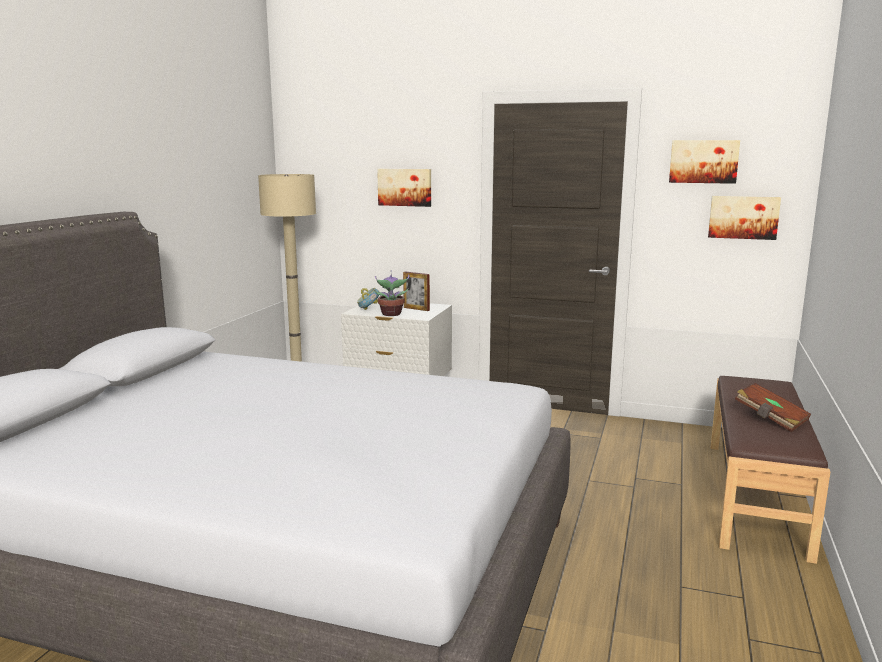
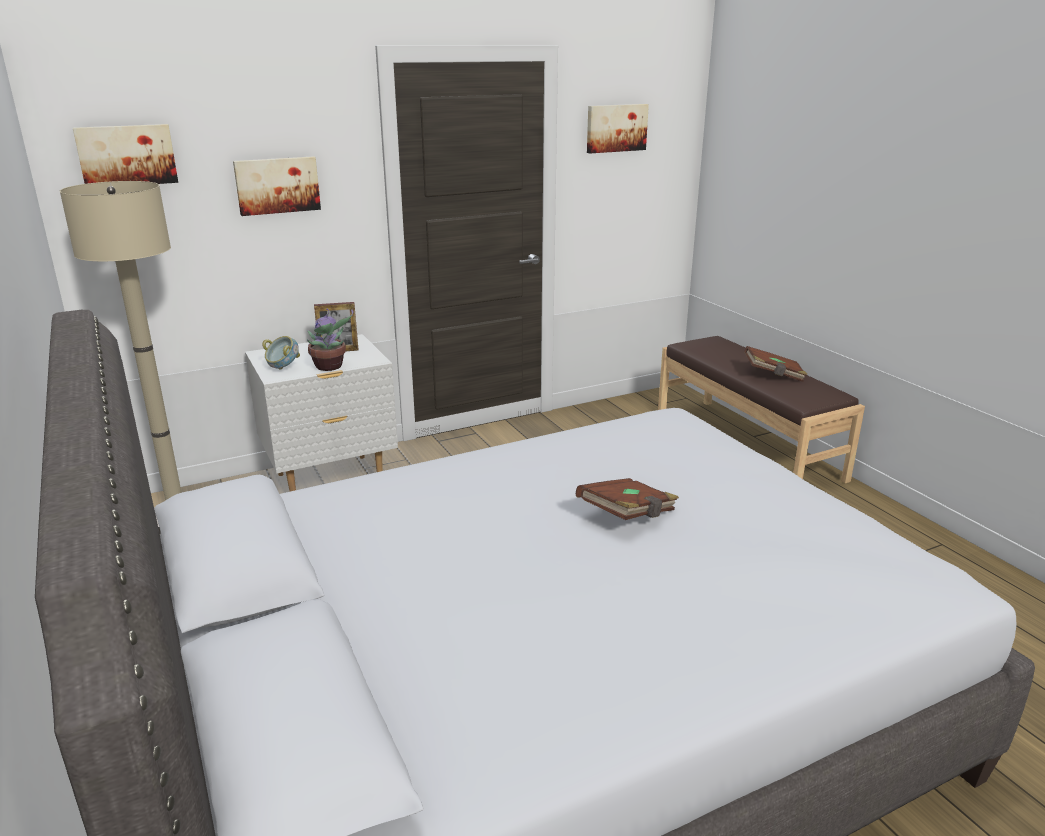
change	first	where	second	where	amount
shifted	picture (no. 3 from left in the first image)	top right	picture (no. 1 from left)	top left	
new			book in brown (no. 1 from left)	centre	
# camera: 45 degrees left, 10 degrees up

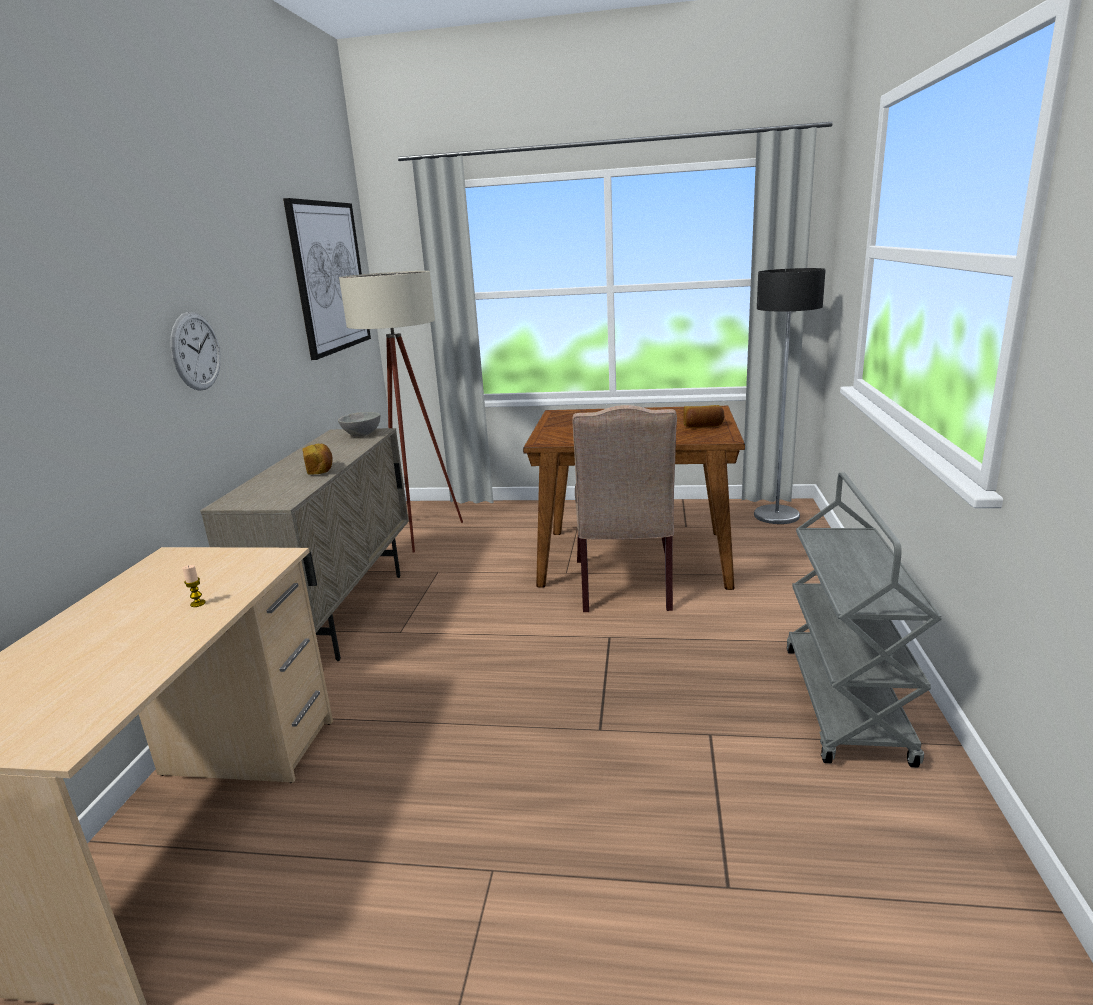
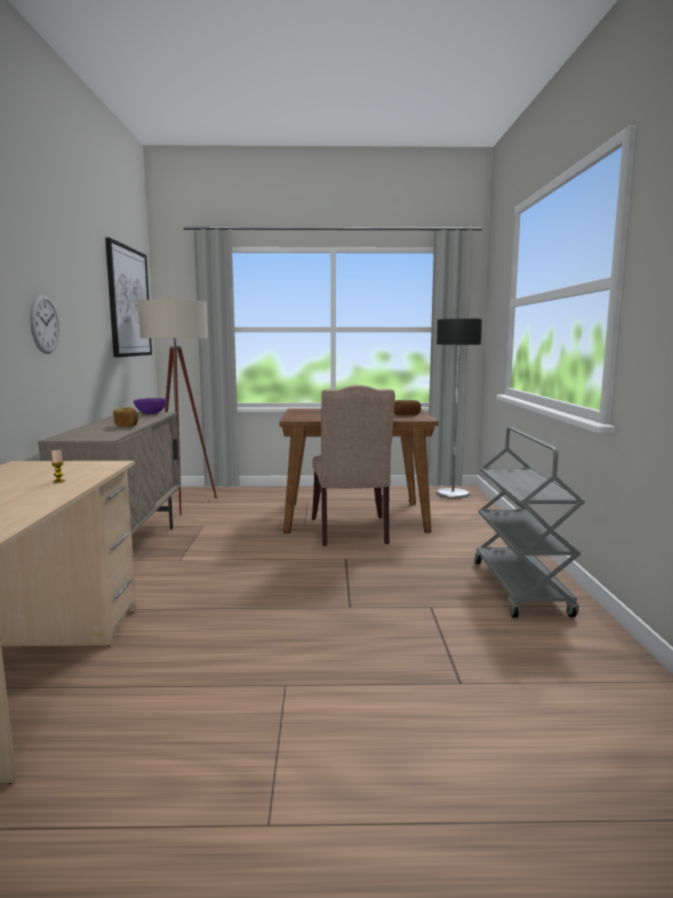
change	first	where	second	where	amount
repainted	bowl in grey	middle left	bowl in purple	middle left	
# camera: 10 degrees left, 10 degrees down

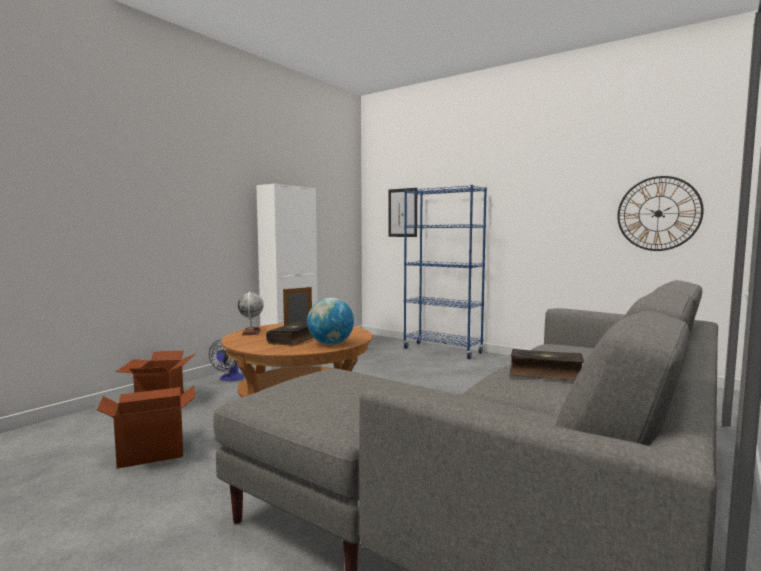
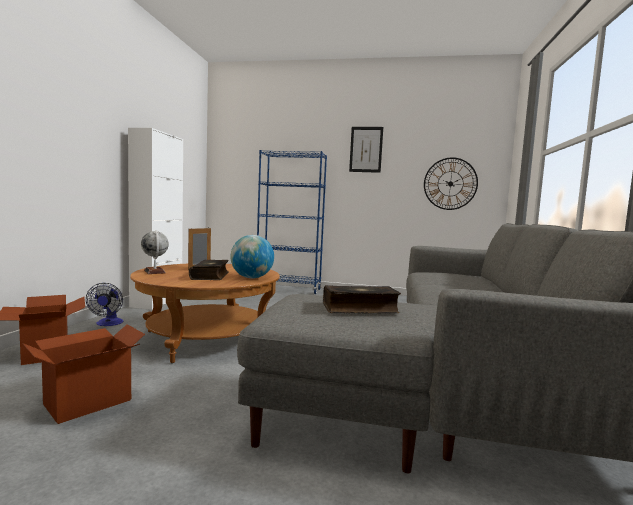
change	first	where	second	where	amount
shifted	picture	centre		top centre	
shifted	book (no. 2 from left)	middle right		centre	
# camera: 25 degrees left, 0 degrees up

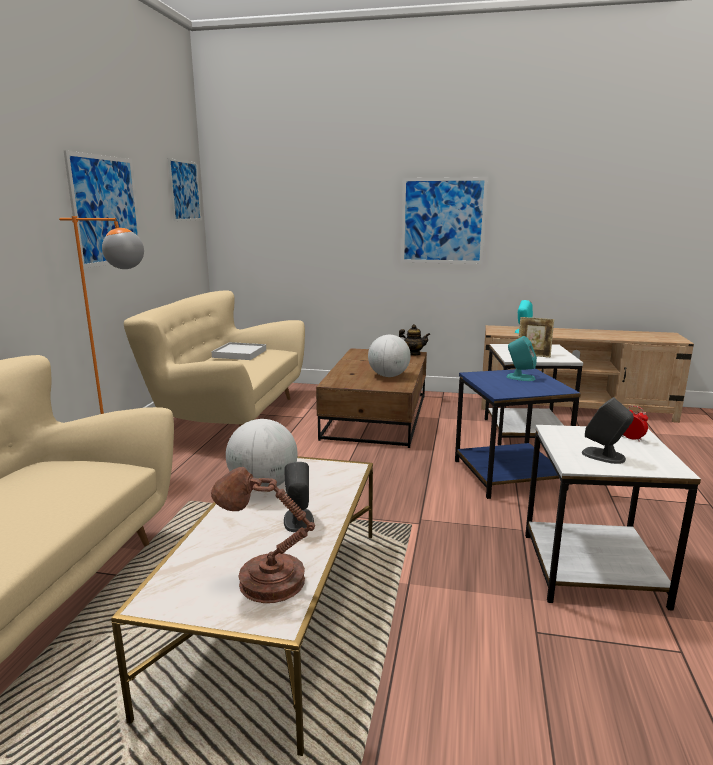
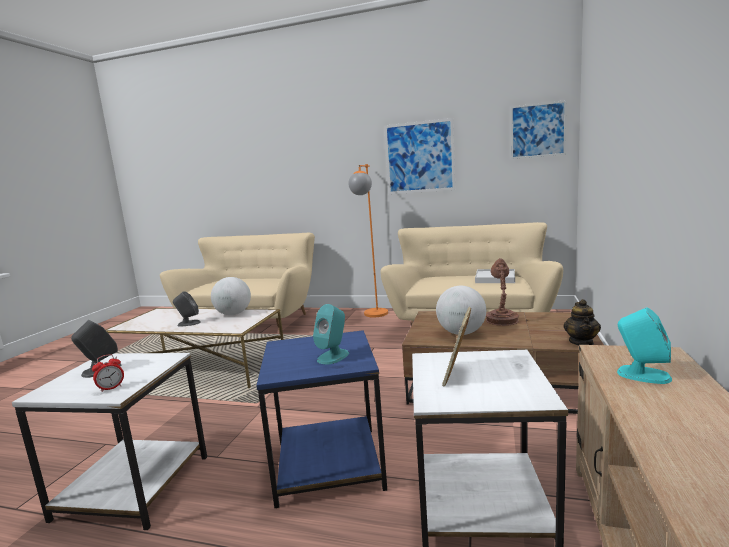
change	first	where	second	where	amount
gone	picture (no. 3 from left)	top centre			
shifted	table lamp in brown	bottom centre		middle right	
# camera: 95 degrees right, 5 degrees down

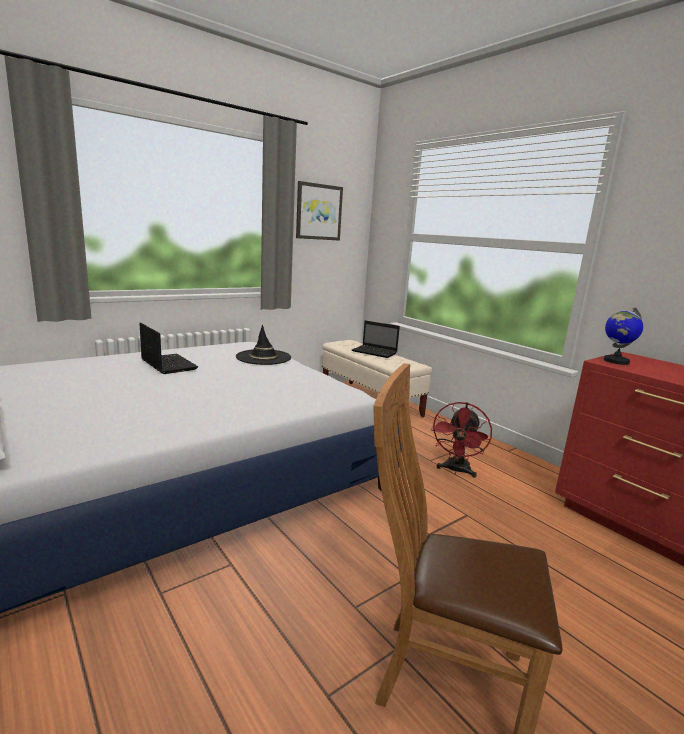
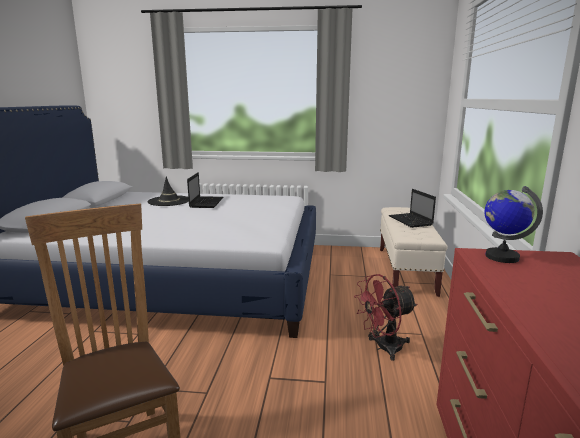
change	first	where	second	where	amount
gone	picture	top centre			
shifted	hat in black	centre		middle left	
# camera: 45 degrees right, 0 degrees up

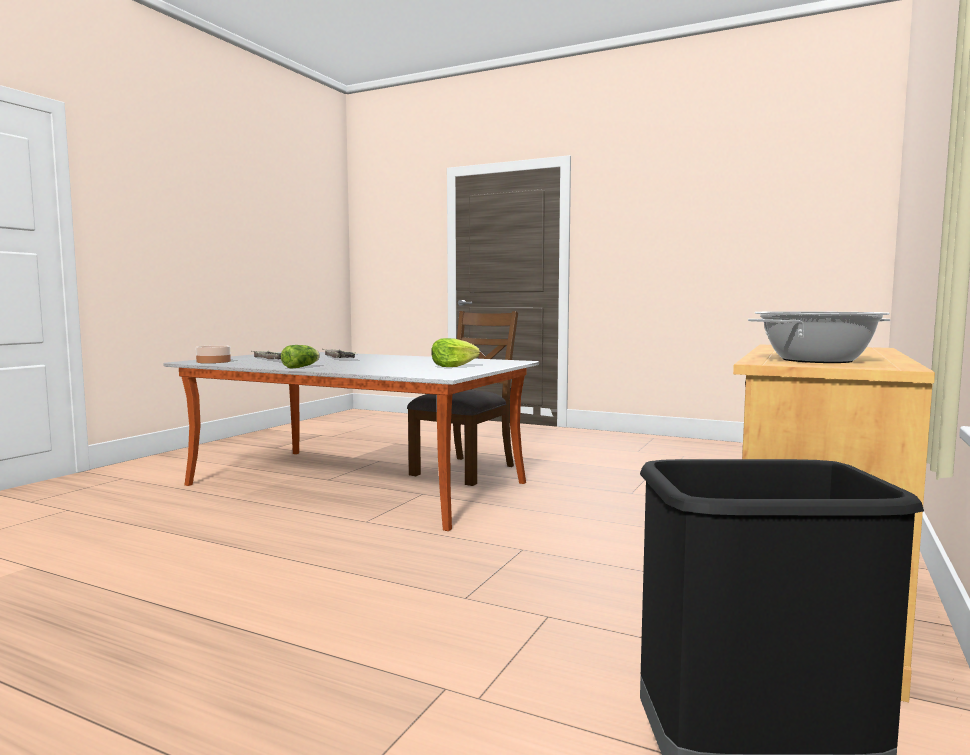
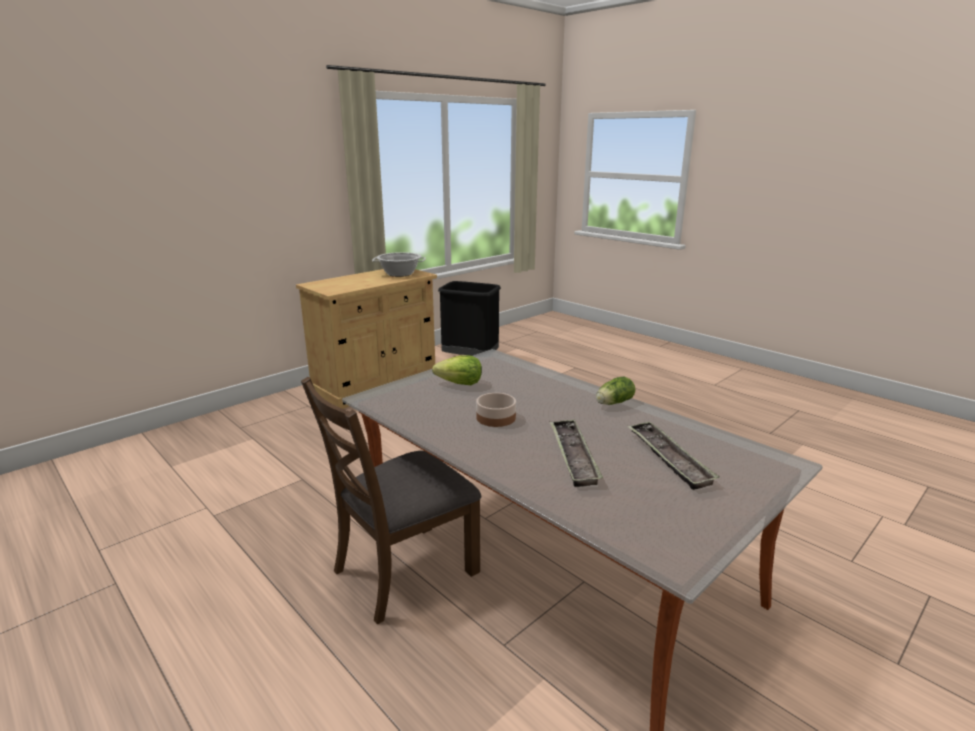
change	first	where	second	where	amount
shifted	bowl	middle left		centre	
# camera: 160 degrees left, 15 degrees up

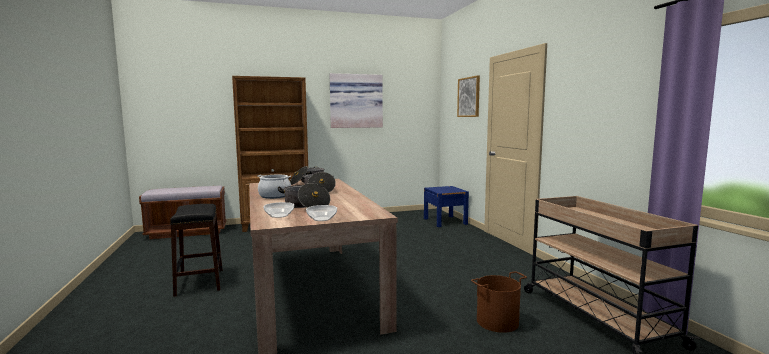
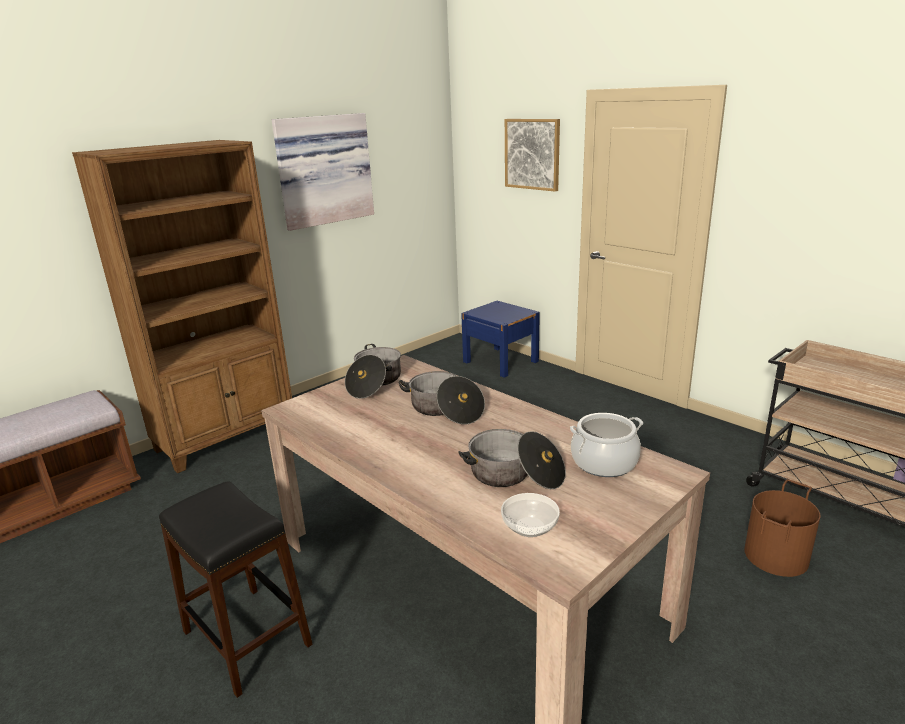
change	first	where	second	where	amount
shifted	cooking pot (no. 1 from left in the first image)	centre	cooking pot (no. 4 from left)	middle right	
gone	bowl (no. 2 from left)	centre			
# camera: 25 degrees left, 15 degrees up

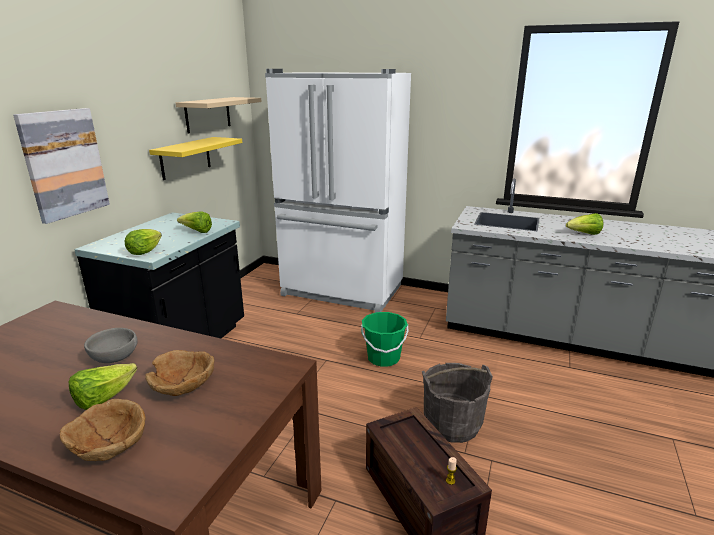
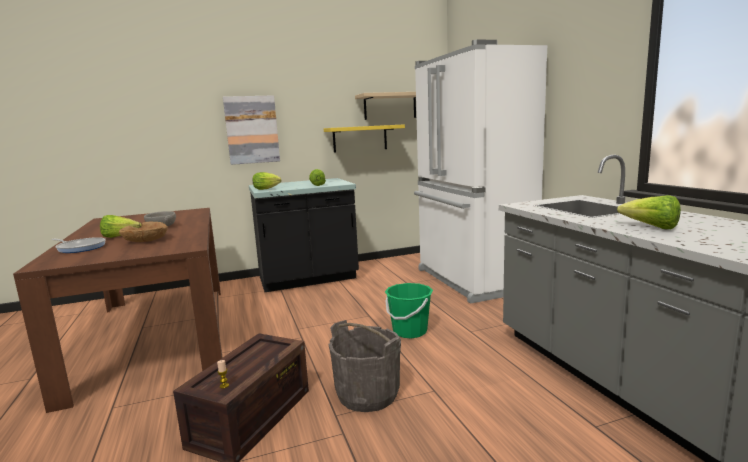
change	first	where	second	where	amount
swapped	bowl in brown (no. 1 from left)	bottom left	frying pan	middle left	
# camera: 50 degrees right, 10 degrees down

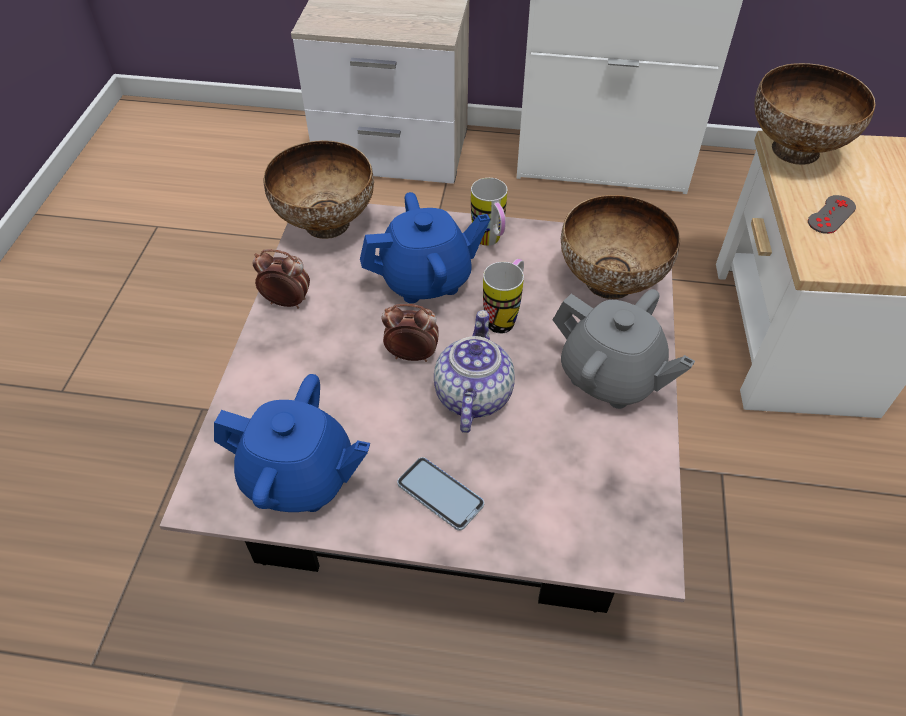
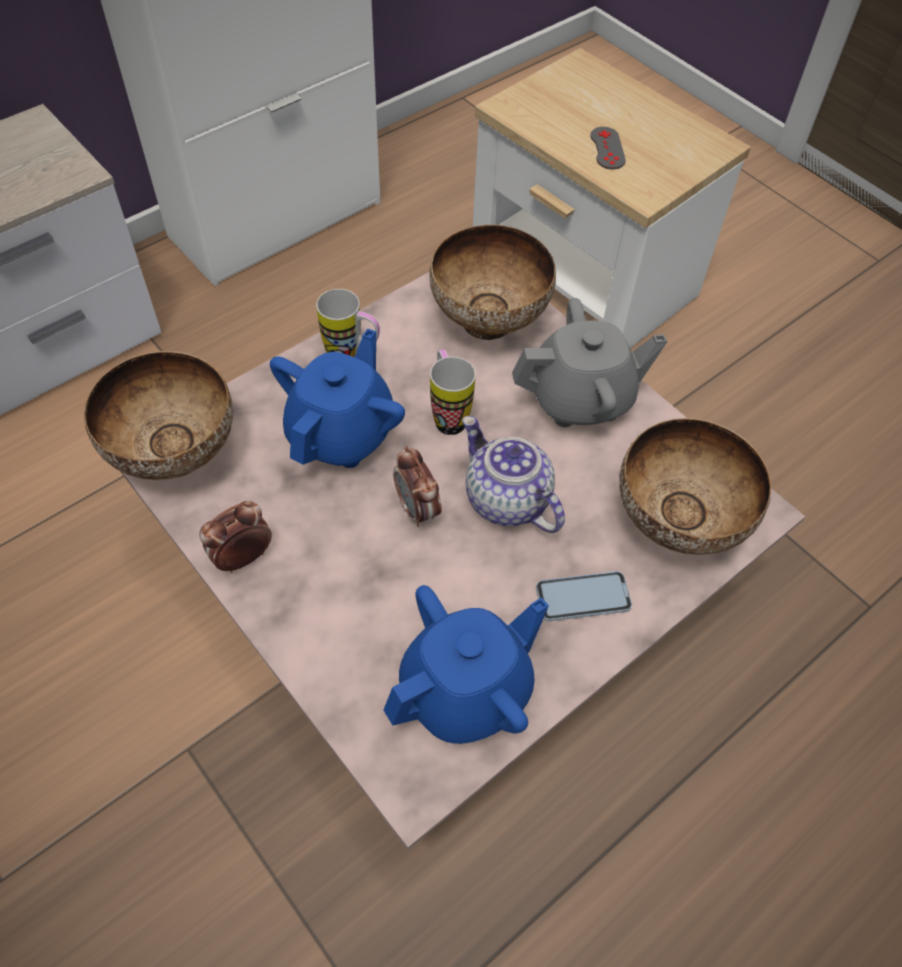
change	first	where	second	where	amount
shifted	bowl (no. 3 from left)	top right		middle right	
rotated	alarm clock (no. 2 from left)	centre		centre	75 degrees counterclockwise
# camera: 50 degrees left, 5 degrees up

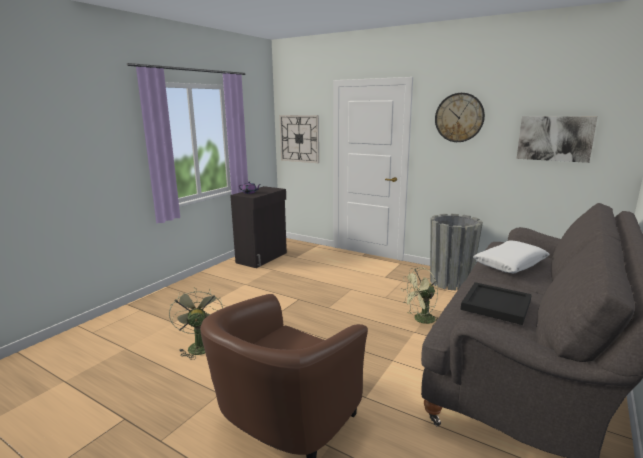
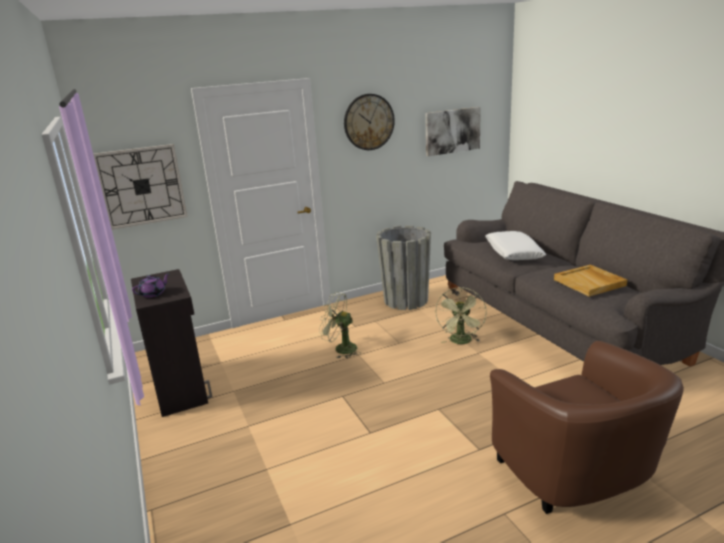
change	first	where	second	where	amount
repainted	tray in black	middle right	tray in beige	middle right	
shifted	fan in green (no. 1 from left)	bottom left		centre	
# camera: 55 degrees left, 5 degrees up

